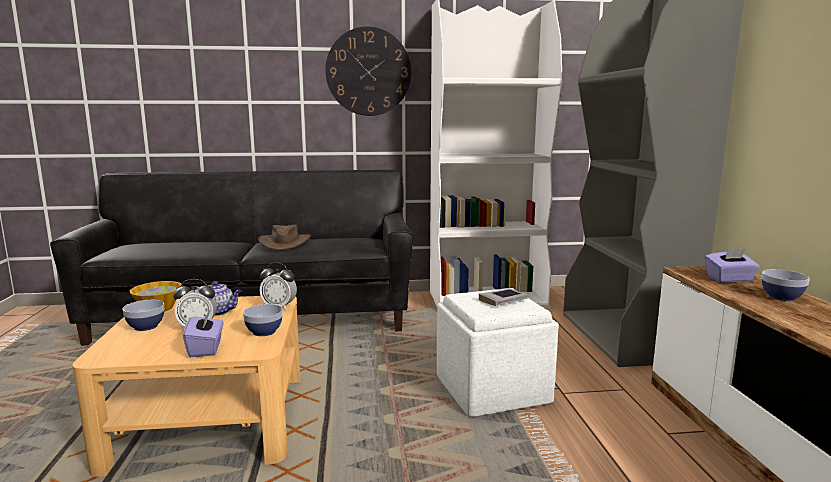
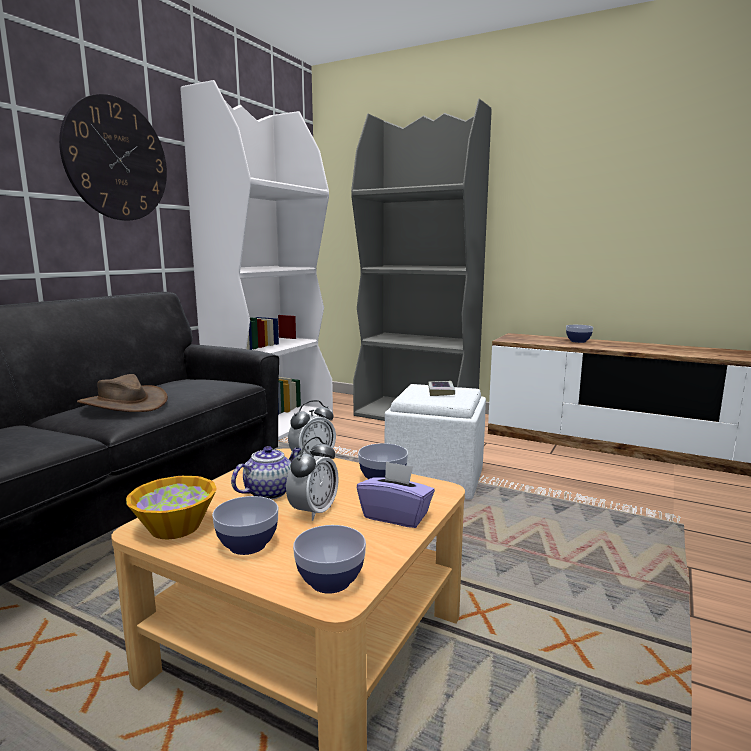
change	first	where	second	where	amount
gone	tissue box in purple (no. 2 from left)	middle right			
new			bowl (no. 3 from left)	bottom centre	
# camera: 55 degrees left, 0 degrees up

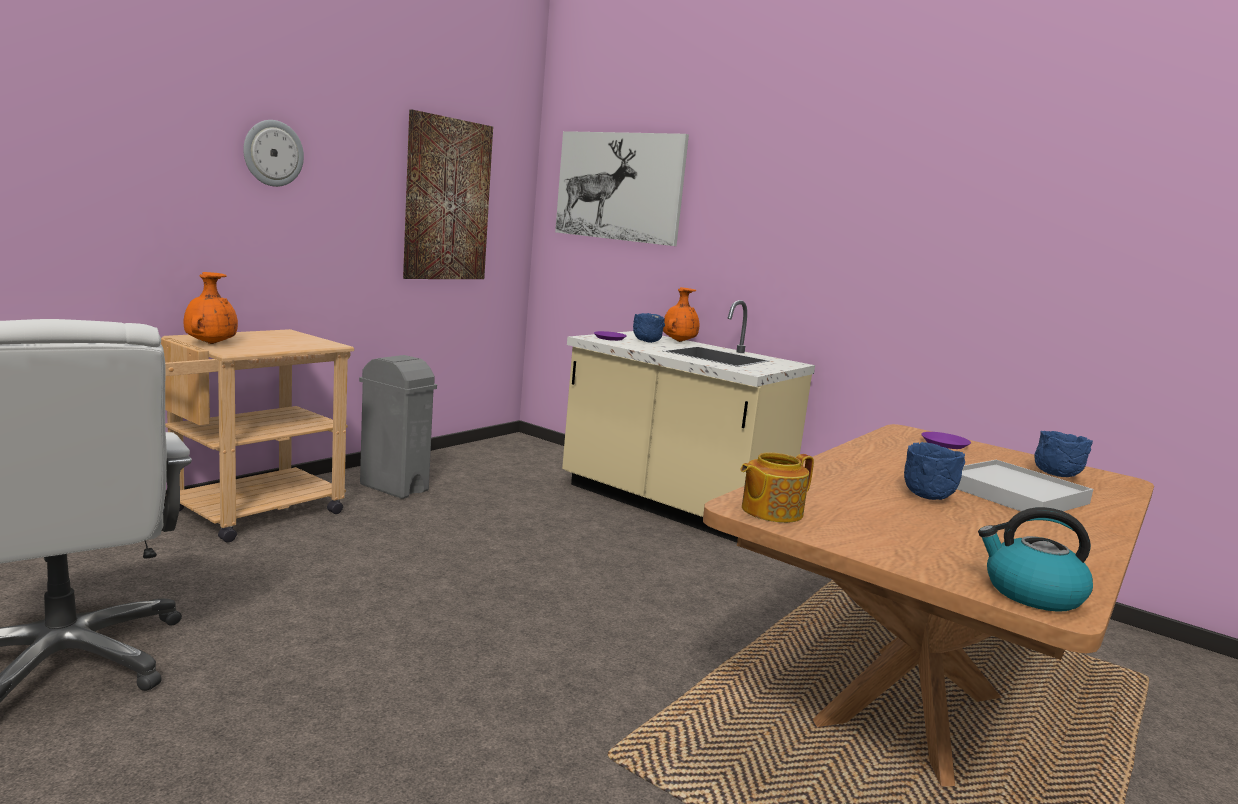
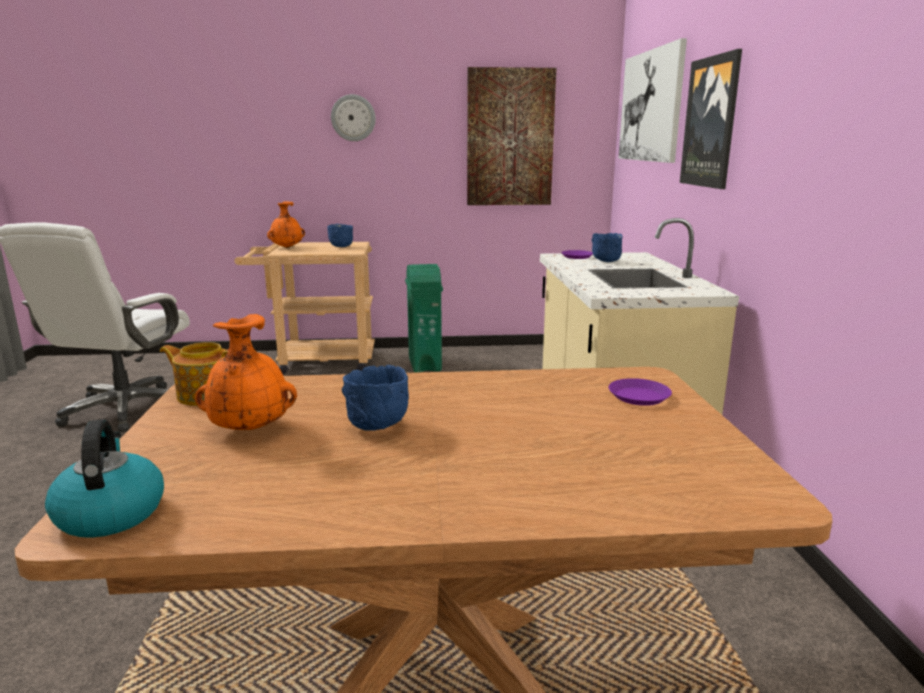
change	first	where	second	where	amount
shifted	vase in orange (no. 2 from left in the first image)	centre	vase in orange (no. 1 from left)	middle left	
repainted	trash can in grey	middle left	trash can in green	centre	
shifted	bowl in blue (no. 3 from left in the first image)	middle right	bowl in blue (no. 1 from left)	centre	
gone	tray in white	middle right			
new			picture (no. 3 from left)	top right	
# camera: 50 degrees right, 5 degrees up

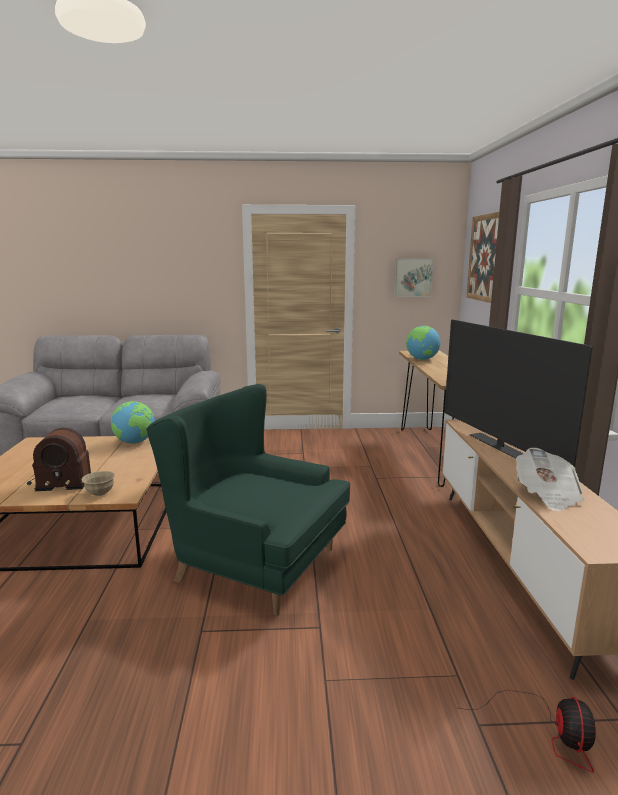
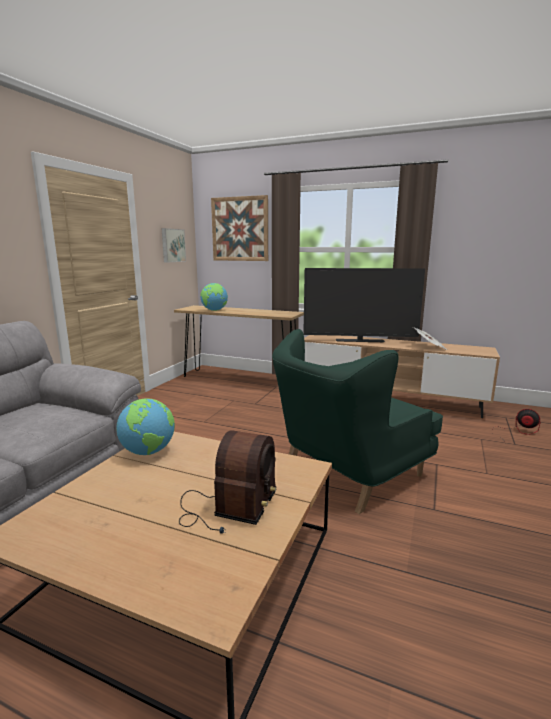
change	first	where	second	where	amount
gone	bowl in beige	middle left			
# camera: 65 degrees left, 0 degrees up

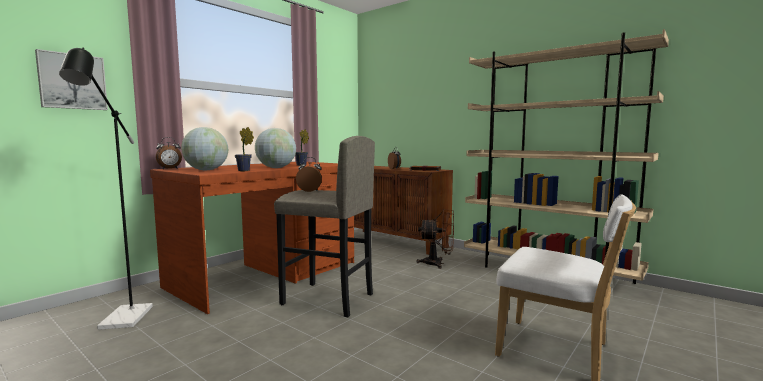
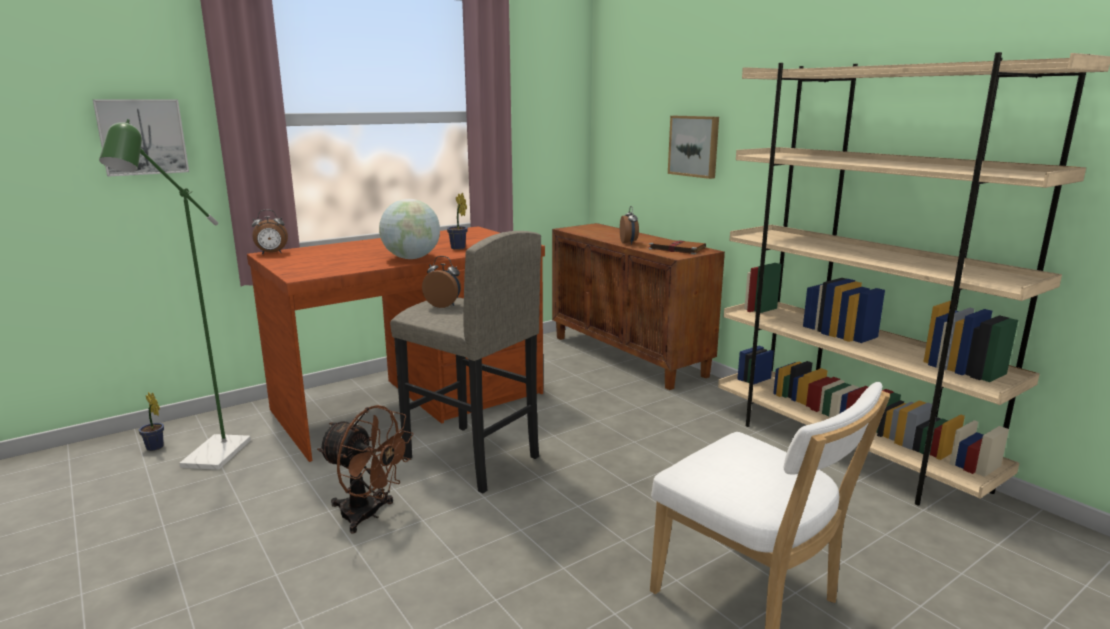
change	first	where	second	where	amount
repainted	floor lamp in black	middle left	floor lamp in green	middle left	
gone	globe (no. 1 from left)	middle left			
shifted	potted plant (no. 1 from left)	middle left		bottom left	
shifted	fan in brown	centre		bottom left	
new			picture (no. 2 from left)	top centre	
# camera: 15 degrees right, 10 degrees up

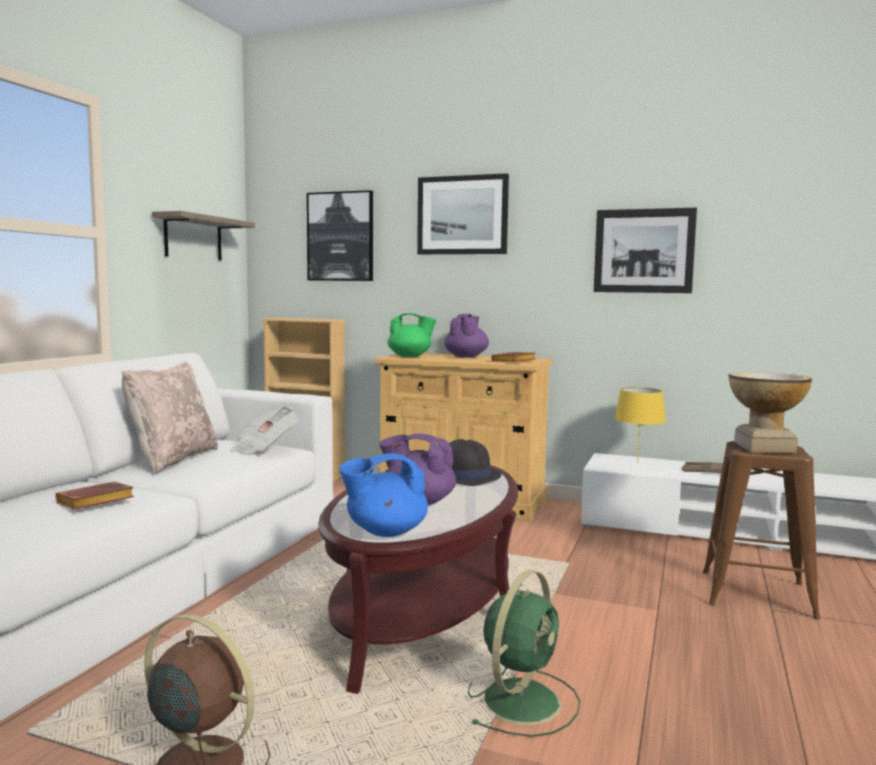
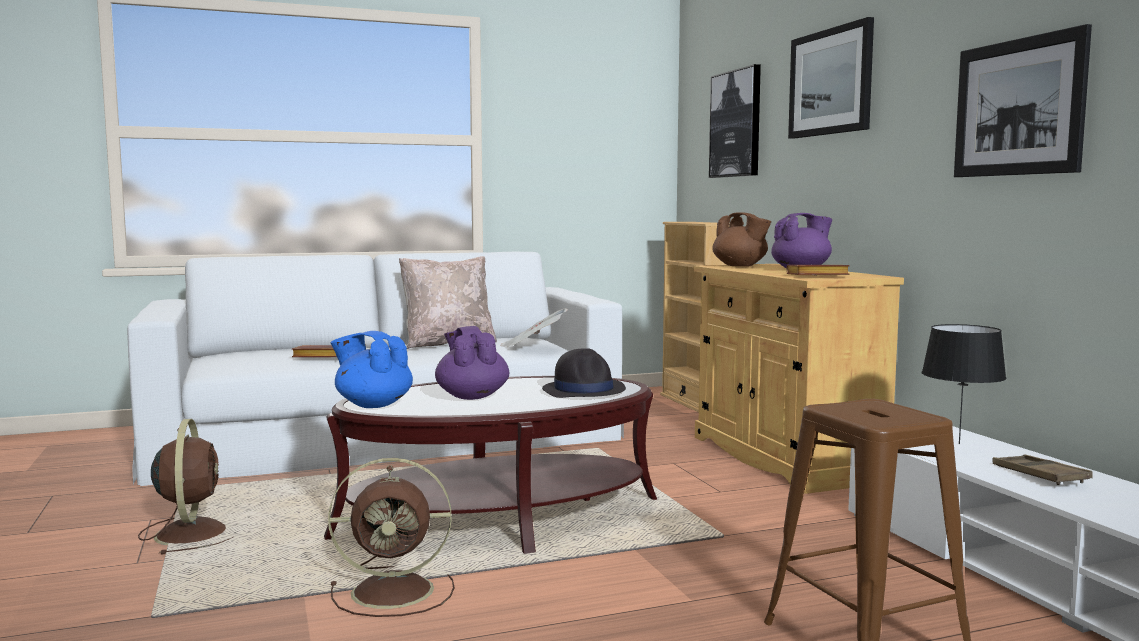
change	first	where	second	where	amount
gone	shelf	top left			
repainted	teapot in green	centre	teapot in brown	centre	
gone	vase	middle right			
repainted	table lamp in yellow	middle right	table lamp in black	middle right	
repainted	fan in green	bottom centre	fan in brown (no. 2 from left)	bottom centre	
# camera: 50 degrees right, 0 degrees up

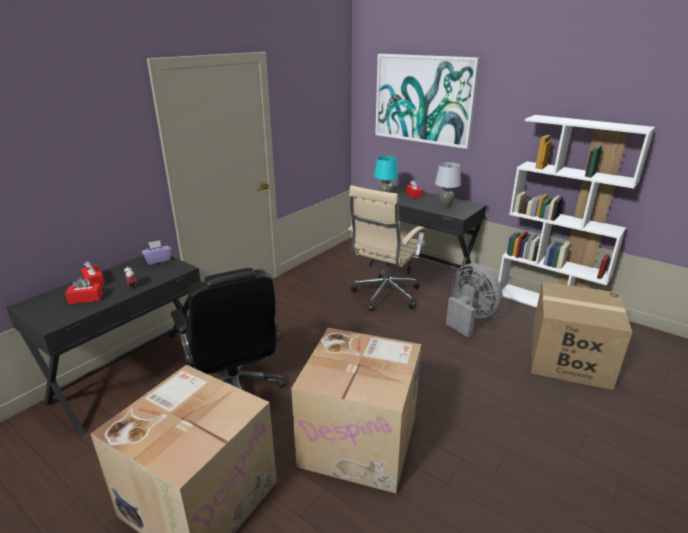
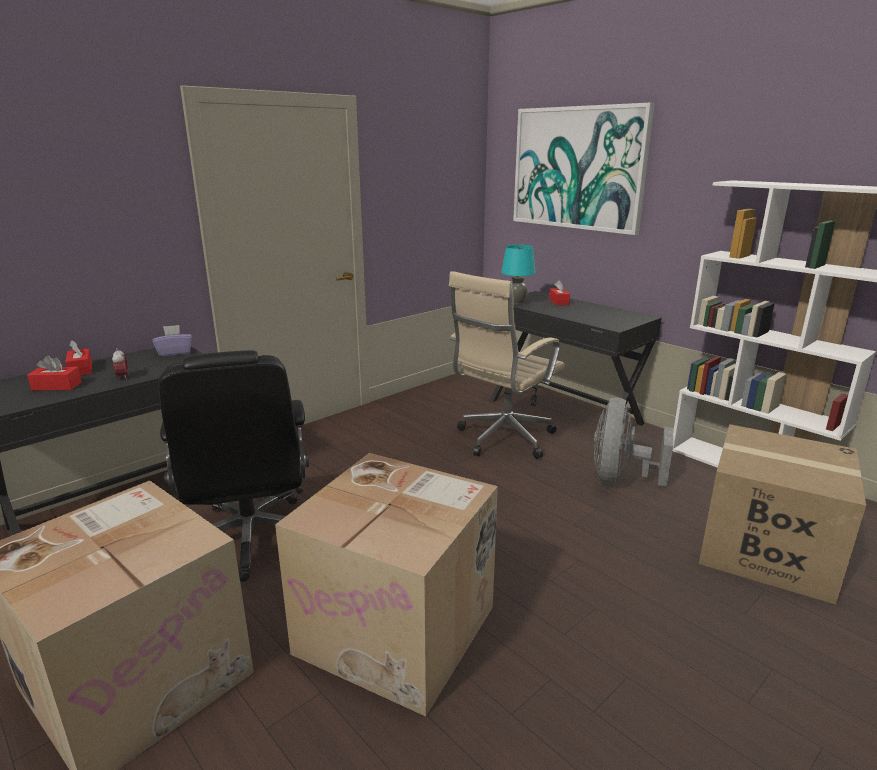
change	first	where	second	where	amount
gone	table lamp in grey	centre			
rotated	fan in grey	middle right		middle right	135 degrees counterclockwise
# camera: 10 degrees right, 5 degrees down

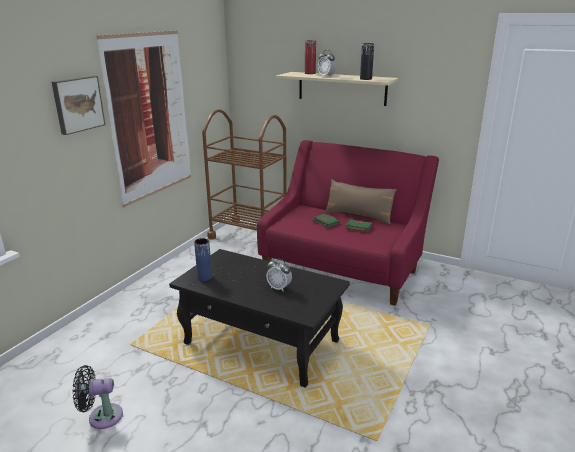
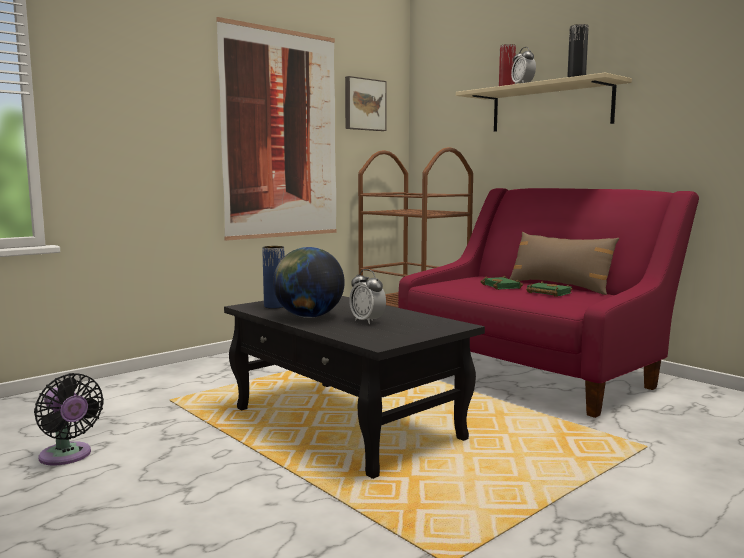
change	first	where	second	where	amount
shifted	picture (no. 1 from left in the first image)	top left	picture (no. 2 from left)	top centre	
rotated	fan in black	bottom left		bottom left	150 degrees counterclockwise
new			globe	centre	
# camera: 20 degrees right, 15 degrees down

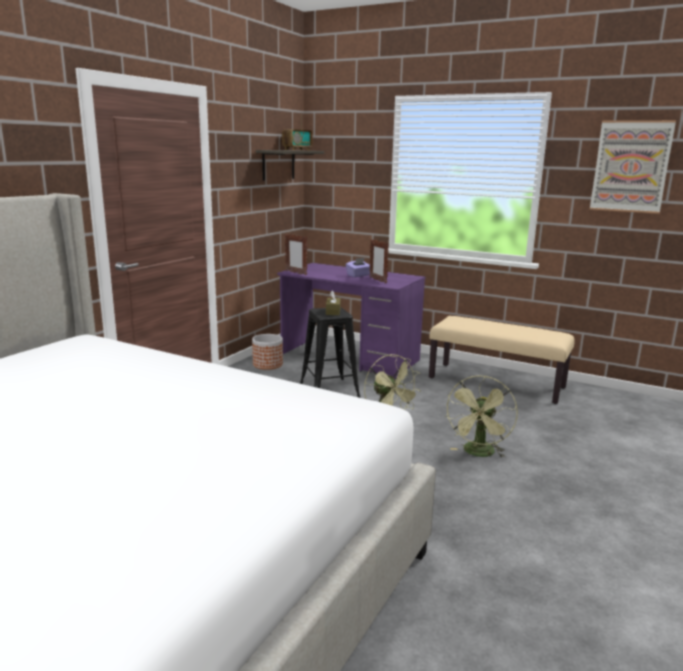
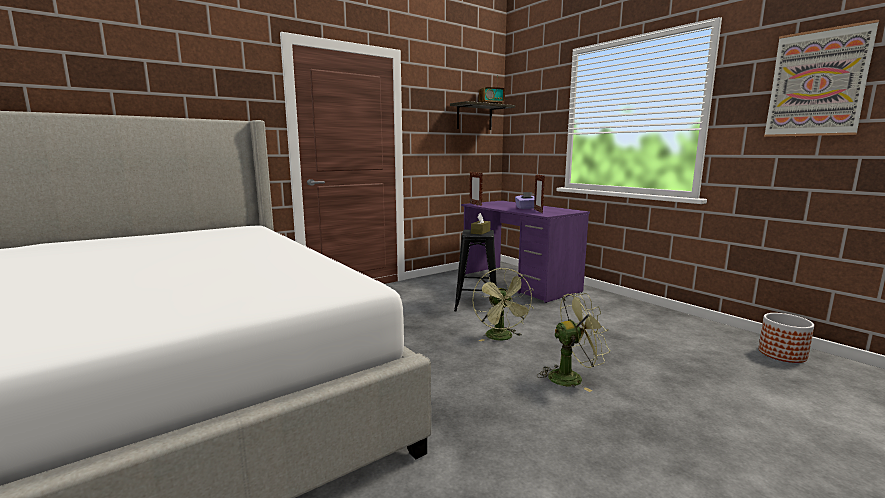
change	first	where	second	where	amount
gone	bench in beige	middle right			
shifted	planter	centre		bottom right	
rotated	fan in green (no. 2 from left)	middle right		bottom centre	150 degrees counterclockwise
# camera: 25 degrees right, 5 degrees down

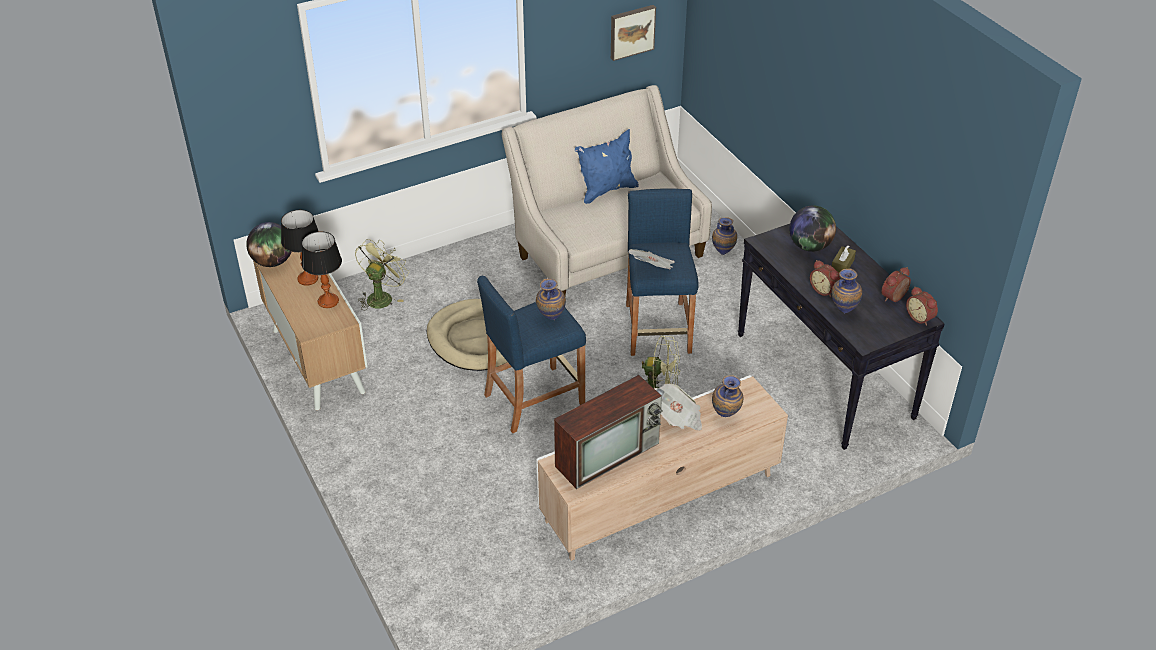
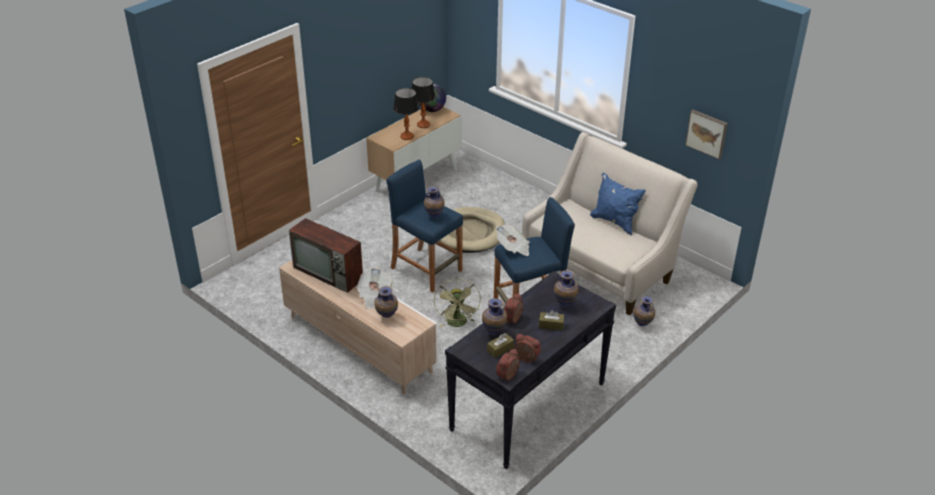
change	first	where	second	where	amount
swapped	globe (no. 2 from left)	middle right	vase (no. 4 from left)	centre	
gone	fan in green (no. 1 from left)	middle left			
new			tissue box in brown (no. 1 from left)	bottom centre	
# camera: 70 degrees right, 5 degrees down

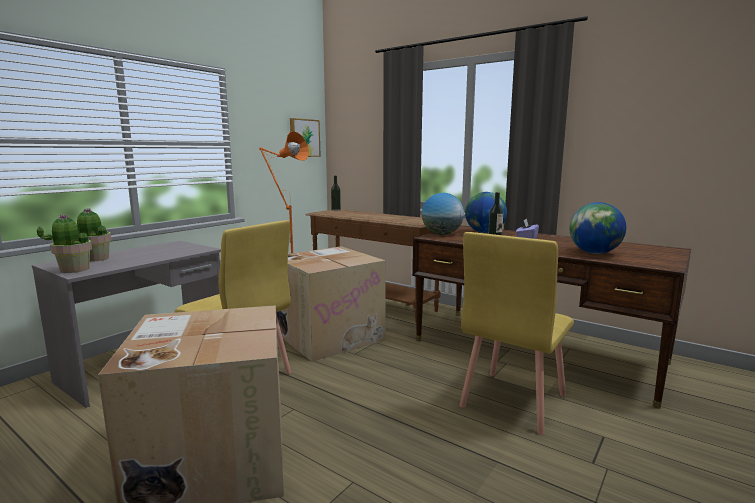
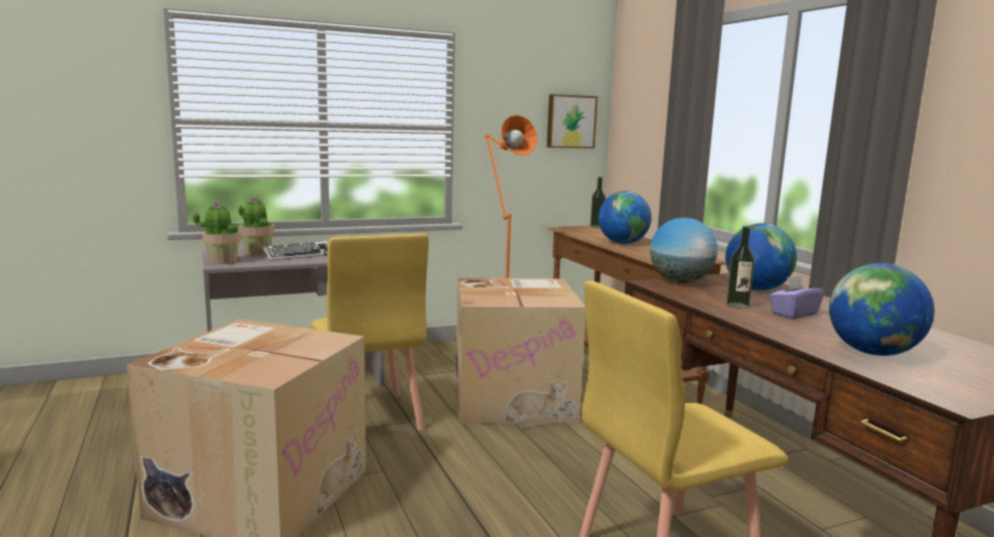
change	first	where	second	where	amount
new			globe (no. 1 from left)	centre	
new			keyboard	middle left	
# camera: 30 degrees right, 0 degrees up

